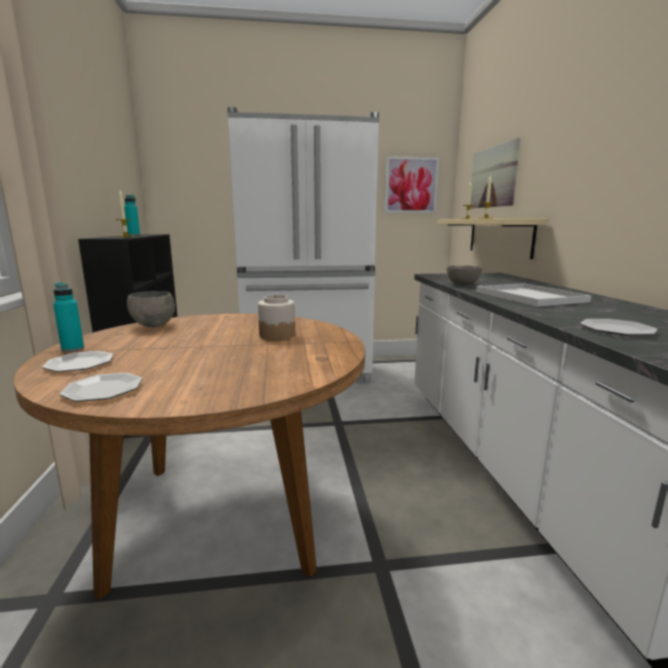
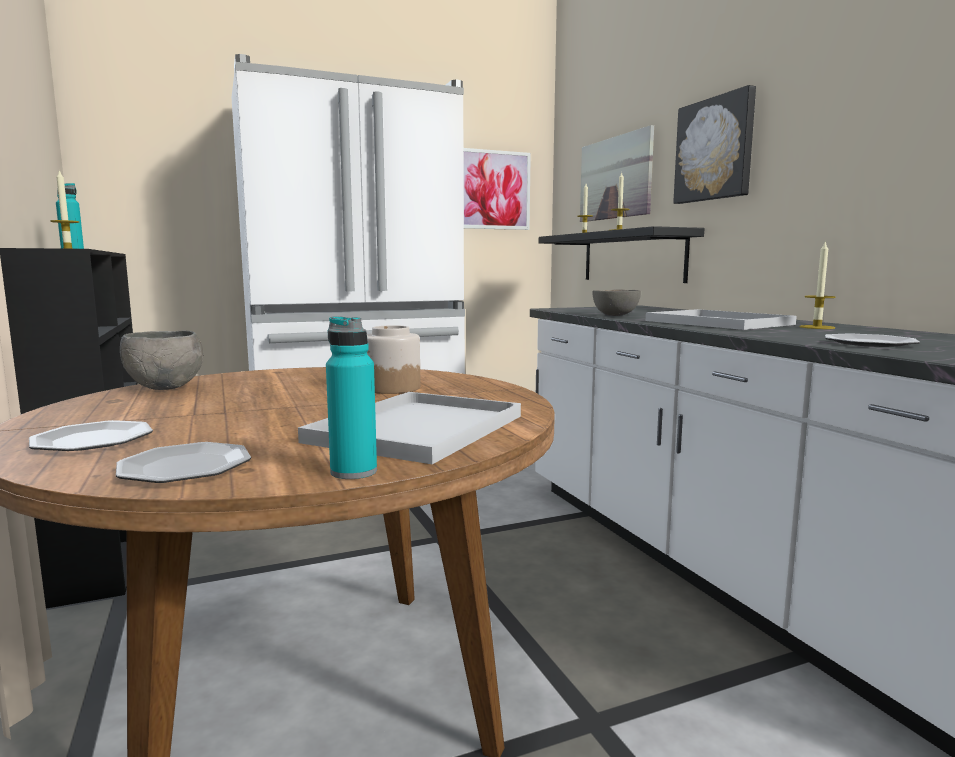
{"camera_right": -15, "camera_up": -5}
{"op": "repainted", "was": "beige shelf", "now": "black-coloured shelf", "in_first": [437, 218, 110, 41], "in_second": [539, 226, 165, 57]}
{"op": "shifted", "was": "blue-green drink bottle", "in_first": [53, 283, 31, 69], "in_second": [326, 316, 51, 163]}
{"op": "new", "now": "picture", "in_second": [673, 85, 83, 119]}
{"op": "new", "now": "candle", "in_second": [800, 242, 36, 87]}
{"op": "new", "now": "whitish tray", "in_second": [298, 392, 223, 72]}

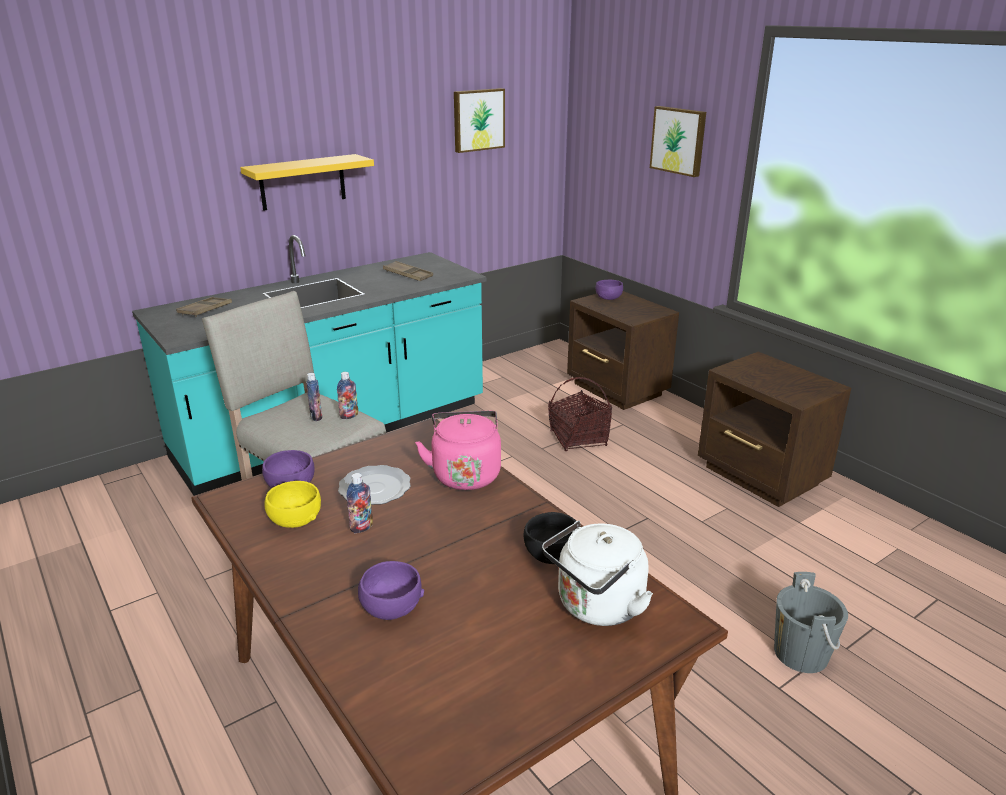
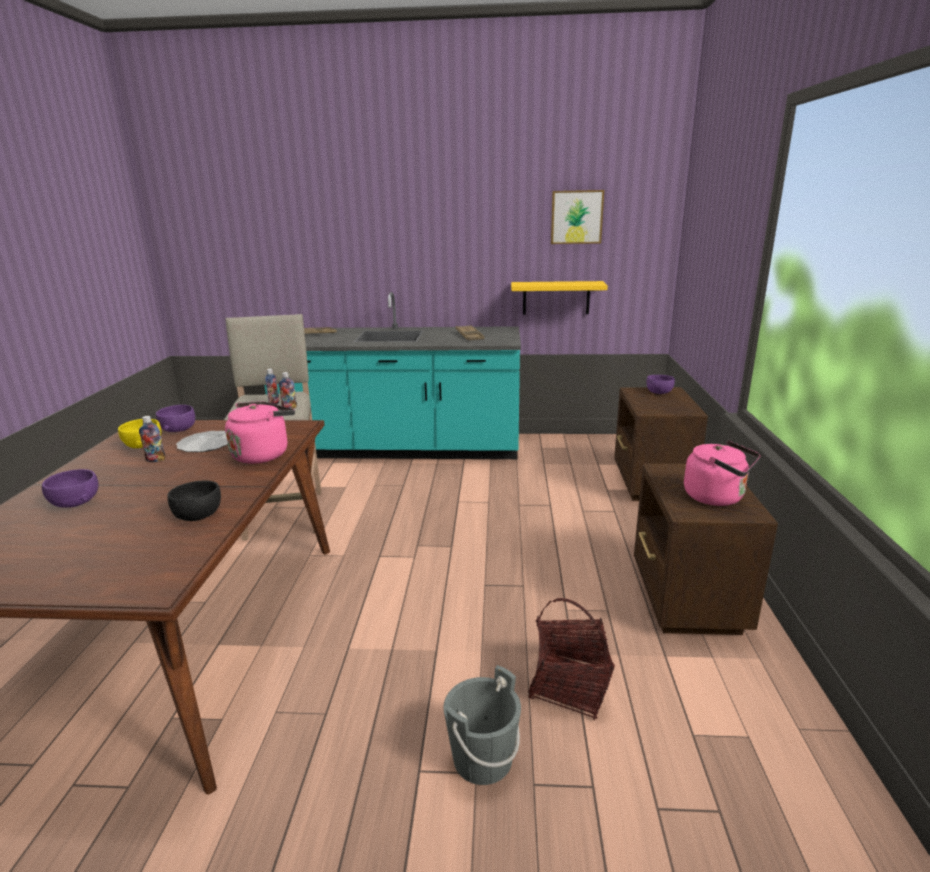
{"camera_right": 40, "camera_up": -5}
{"op": "gone", "was": "picture", "in_first": [650, 106, 56, 71]}
{"op": "shifted", "was": "yellow-coloured shelf", "in_first": [240, 154, 134, 57], "in_second": [511, 281, 97, 34]}
{"op": "shifted", "was": "household basket", "in_first": [548, 377, 64, 74], "in_second": [528, 598, 87, 122]}
{"op": "gone", "was": "whitish tea kettle", "in_first": [542, 520, 111, 106]}
{"op": "new", "now": "pinkish tea kettle", "in_second": [684, 441, 76, 65]}

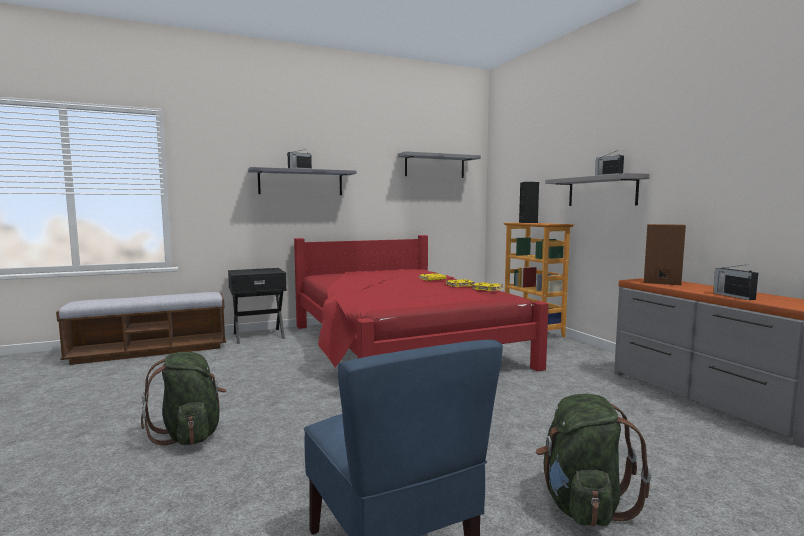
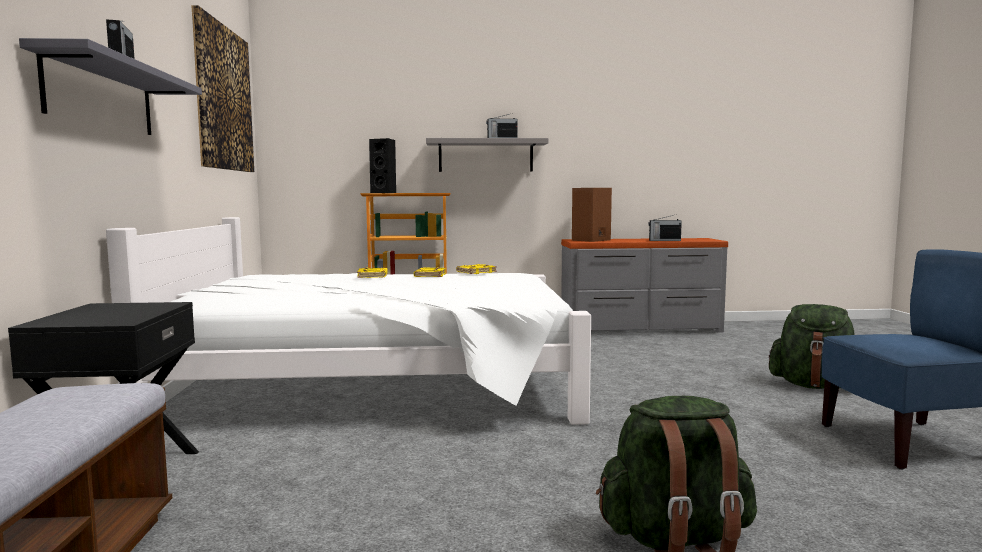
{"camera_right": -70, "camera_up": 0}
{"op": "swapped", "was": "gray shelf", "now": "picture", "in_first": [398, 151, 83, 27], "in_second": [191, 5, 63, 167]}
{"op": "repainted", "was": "reddish sleeping bed", "now": "whitish sleeping bed", "in_first": [294, 235, 255, 136], "in_second": [106, 217, 485, 208]}

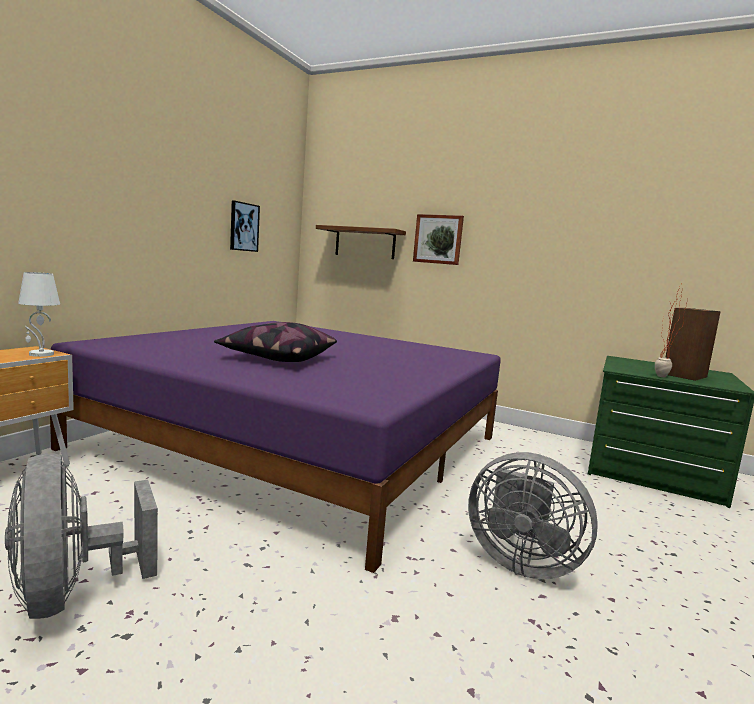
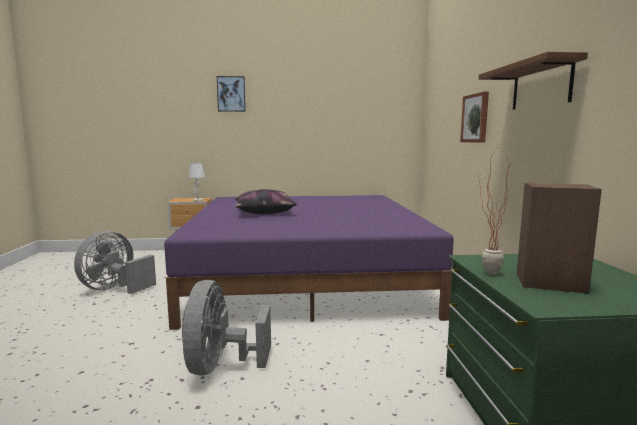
{"camera_right": 60, "camera_up": 0}
{"op": "shifted", "was": "picture", "in_first": [230, 200, 30, 52], "in_second": [217, 76, 29, 36]}
{"op": "shifted", "was": "shelf", "in_first": [316, 225, 90, 34], "in_second": [479, 52, 109, 58]}

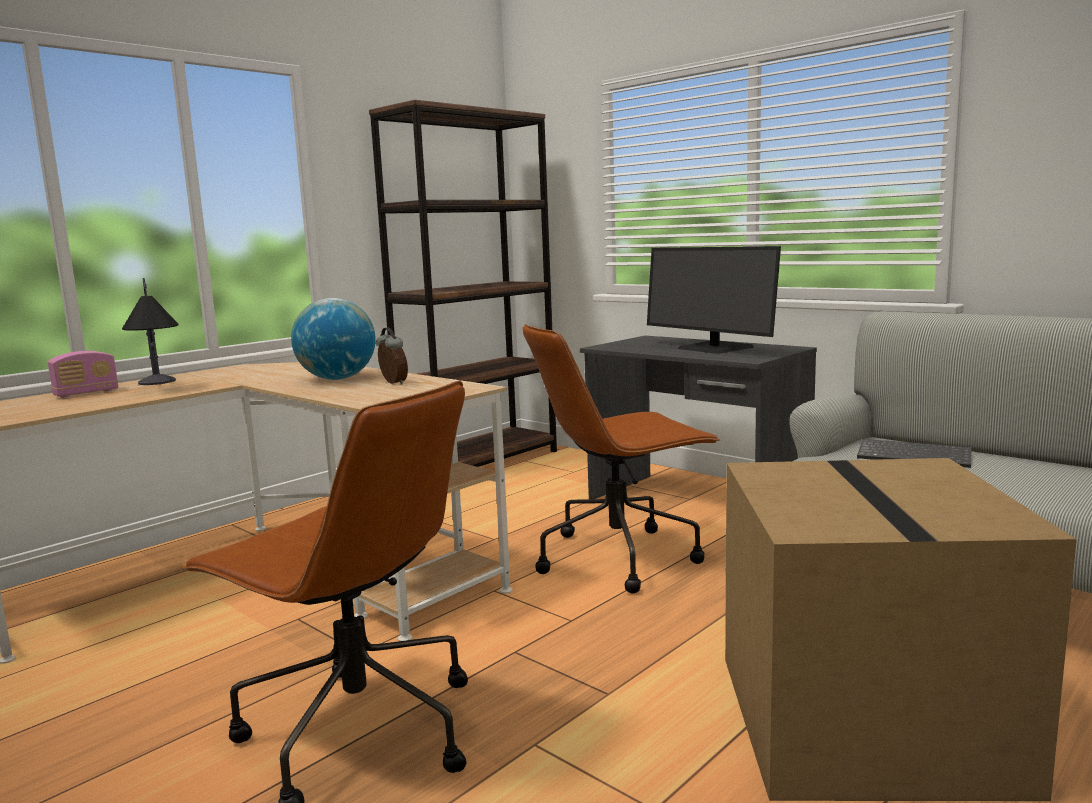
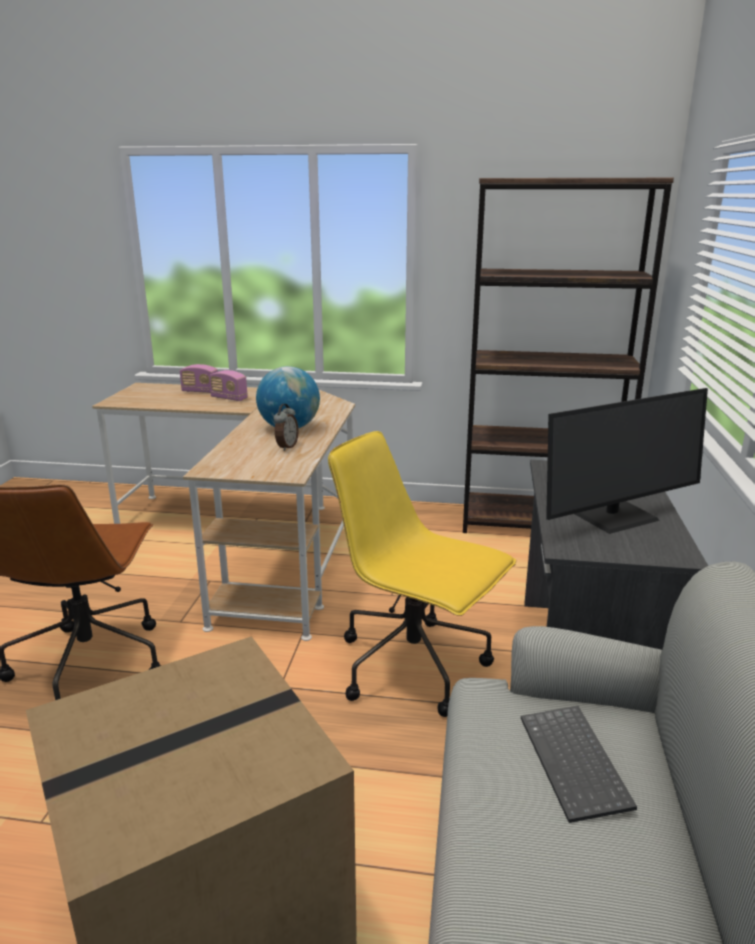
{"camera_right": 55, "camera_up": 10}
{"op": "rotated", "was": "computer display", "in_first": [647, 246, 134, 108], "in_second": [546, 388, 162, 146], "clockwise": -135}
{"op": "swapped", "was": "lamp for a table", "now": "radio", "in_first": [122, 278, 57, 107], "in_second": [209, 370, 39, 31]}
{"op": "repainted", "was": "brown-coloured desk chair", "now": "yellow-coloured desk chair", "in_first": [522, 324, 198, 269], "in_second": [328, 431, 188, 286]}

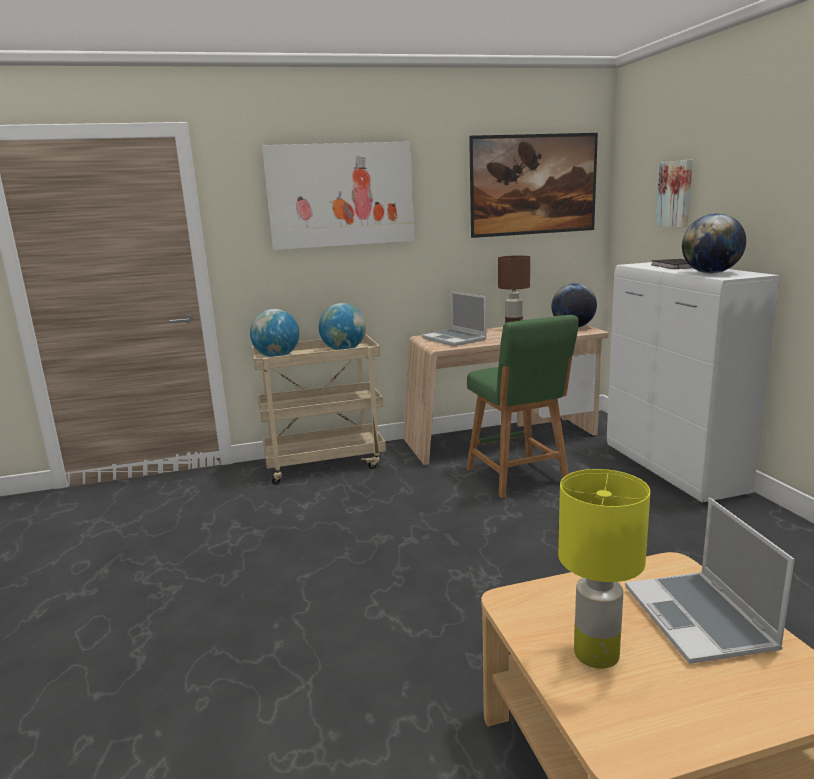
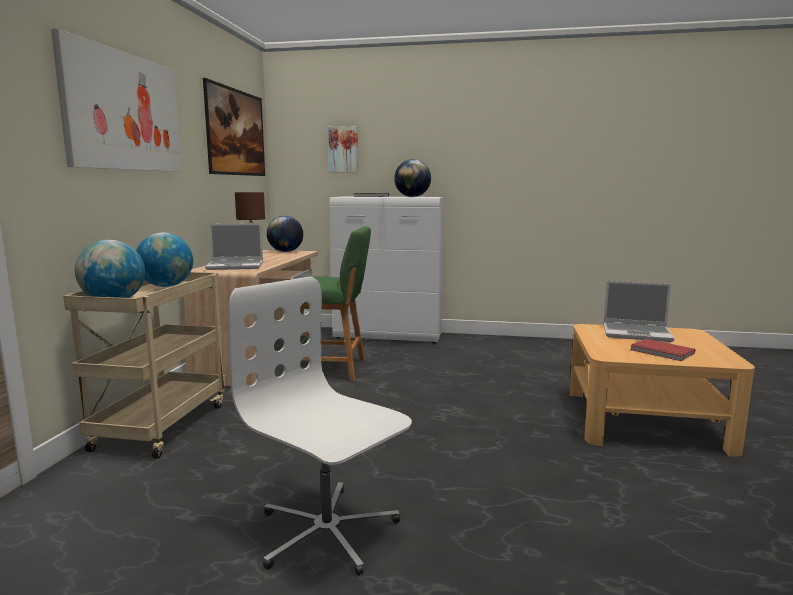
{"camera_right": -65, "camera_up": -5}
{"op": "swapped", "was": "yellow-coloured lamp for a table", "now": "reddish bound book", "in_first": [558, 469, 92, 200], "in_second": [630, 339, 65, 22]}
{"op": "new", "now": "whitish desk chair", "in_second": [228, 277, 184, 299]}

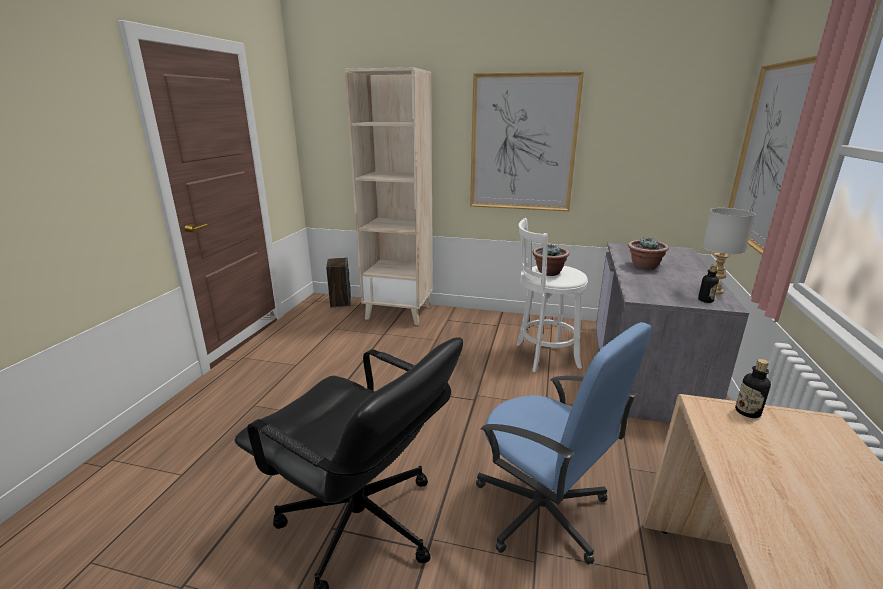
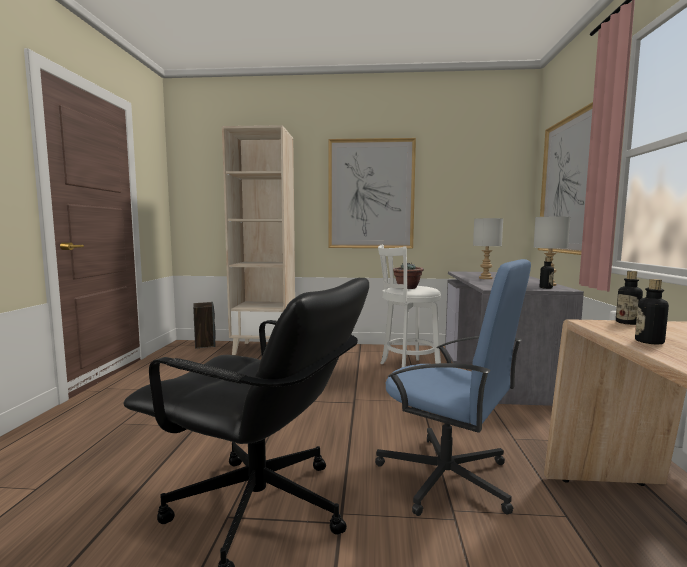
{"camera_right": -10, "camera_up": -15}
{"op": "swapped", "was": "houseplant", "now": "gray lamp for a table", "in_first": [628, 237, 41, 34], "in_second": [473, 218, 30, 61]}
{"op": "new", "now": "drink bottle", "in_second": [635, 279, 34, 65]}

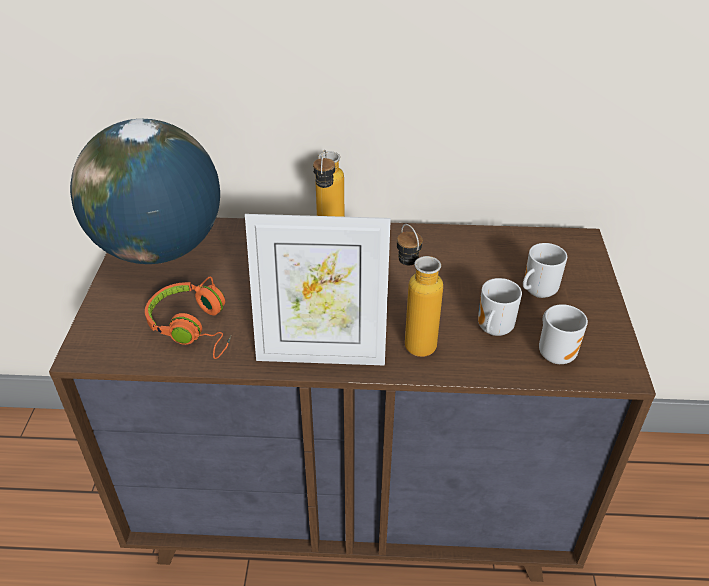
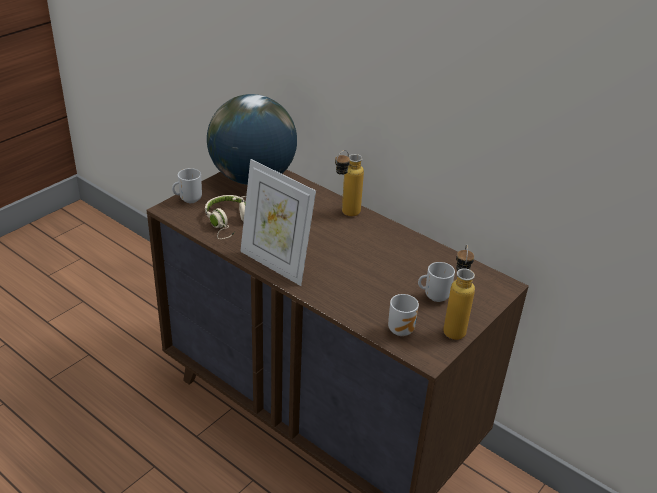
{"camera_right": 35, "camera_up": -5}
{"op": "shifted", "was": "drink bottle", "in_first": [397, 224, 46, 133], "in_second": [443, 244, 32, 96]}
{"op": "repainted", "was": "orange-coloured headset", "now": "beige headset", "in_first": [145, 276, 86, 83], "in_second": [205, 195, 41, 44]}
{"op": "shifted", "was": "coffee mug", "in_first": [478, 278, 44, 58], "in_second": [172, 168, 30, 35]}

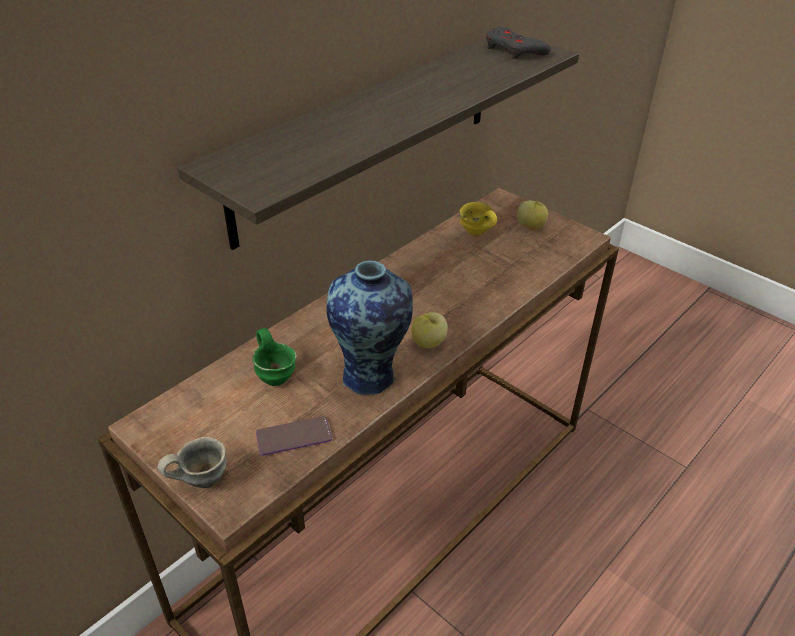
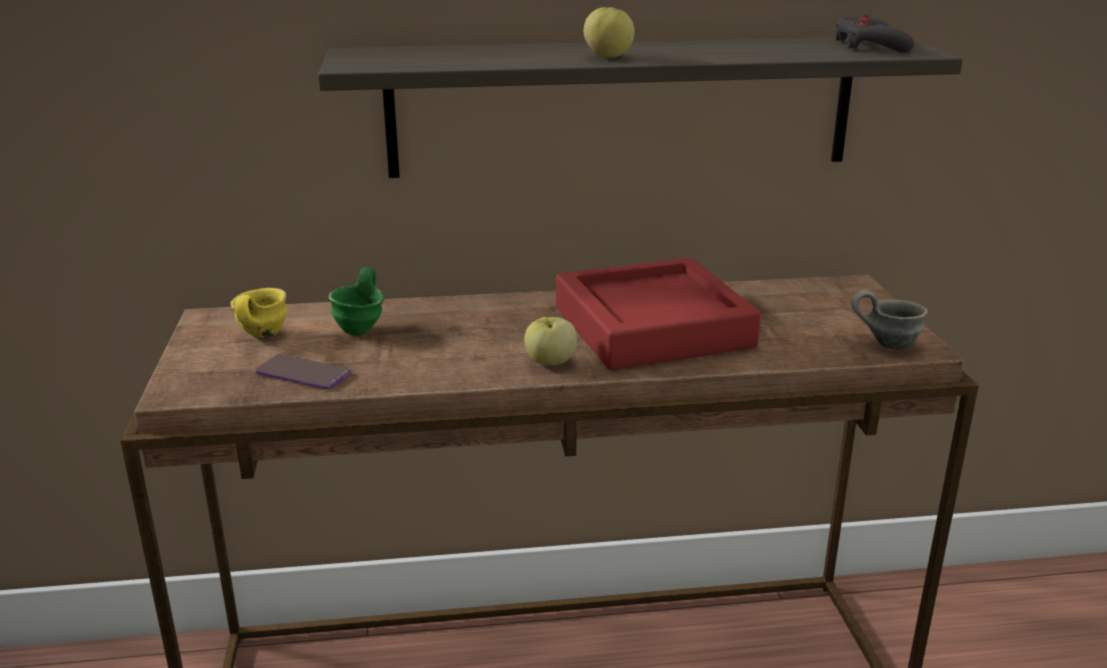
{"camera_right": 40, "camera_up": -15}
{"op": "shifted", "was": "apple", "in_first": [517, 200, 31, 30], "in_second": [584, 7, 50, 51]}
{"op": "shifted", "was": "yellow-coloured coffee mug", "in_first": [459, 202, 38, 34], "in_second": [230, 288, 57, 51]}
{"op": "gone", "was": "flower vase", "in_first": [326, 261, 87, 134]}
{"op": "shifted", "was": "gray coffee mug", "in_first": [157, 437, 70, 51], "in_second": [851, 290, 77, 59]}
{"op": "new", "now": "reddish tray", "in_second": [556, 257, 205, 113]}

